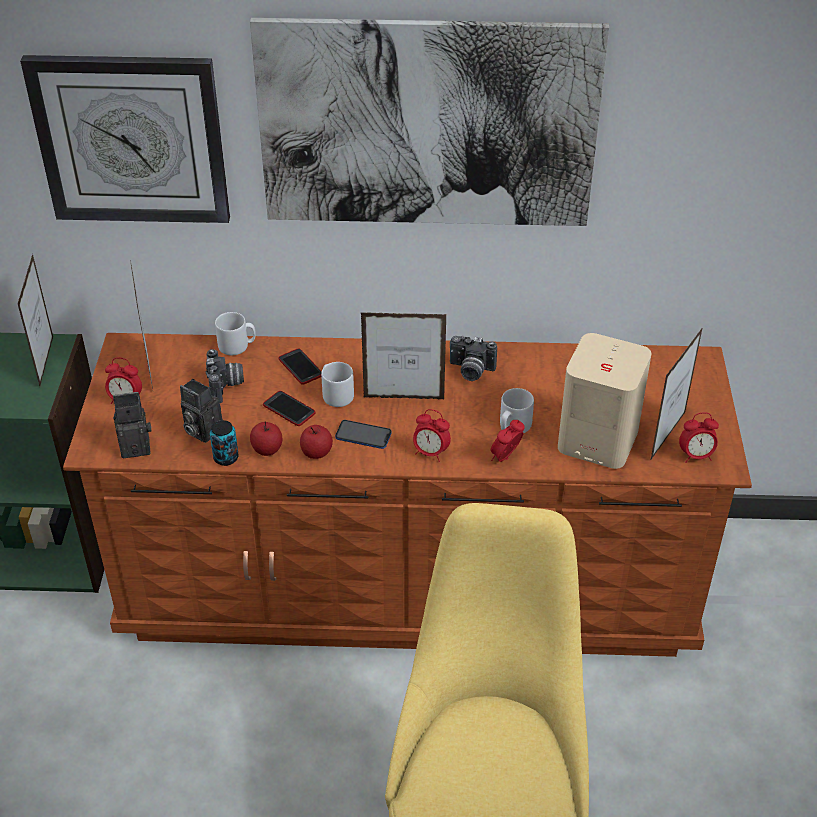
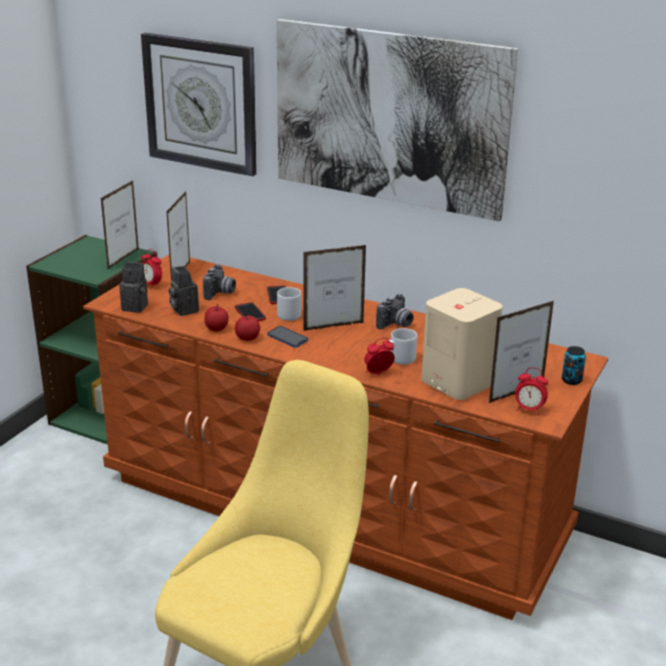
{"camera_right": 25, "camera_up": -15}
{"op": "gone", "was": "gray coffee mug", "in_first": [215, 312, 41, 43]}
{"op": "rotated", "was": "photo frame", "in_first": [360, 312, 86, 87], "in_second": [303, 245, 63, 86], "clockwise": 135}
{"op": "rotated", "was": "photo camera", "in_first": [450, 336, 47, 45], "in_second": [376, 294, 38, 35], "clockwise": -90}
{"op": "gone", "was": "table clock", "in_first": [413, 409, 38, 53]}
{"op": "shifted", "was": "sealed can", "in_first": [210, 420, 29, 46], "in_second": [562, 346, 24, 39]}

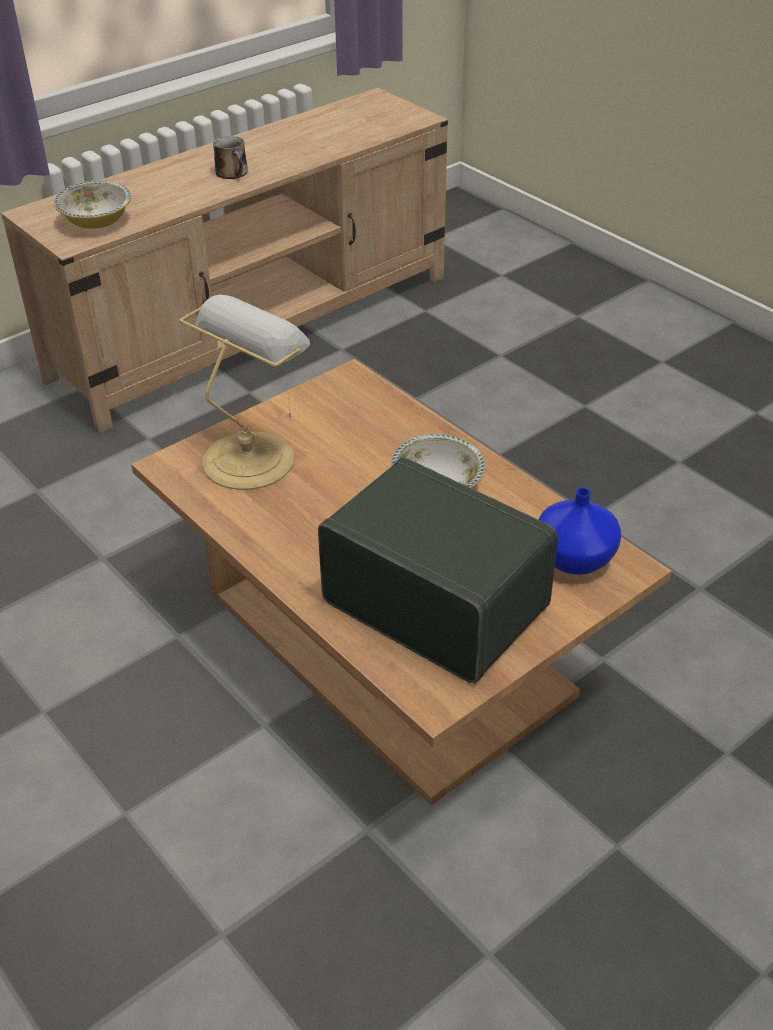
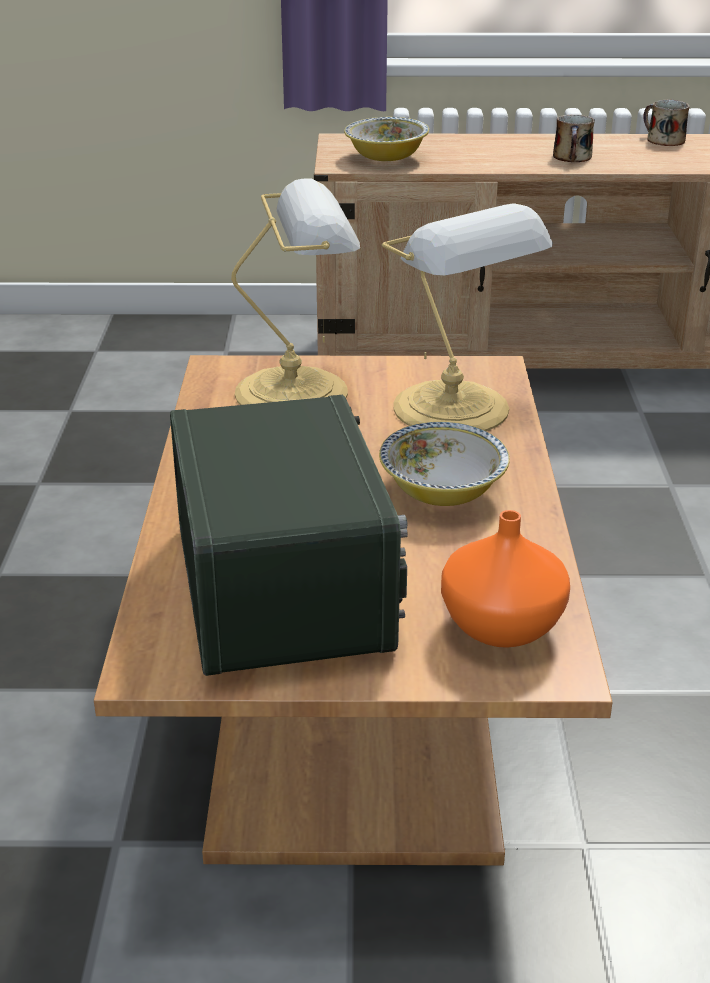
{"camera_right": 40, "camera_up": -10}
{"op": "repainted", "was": "blue flower vase", "now": "orange-coloured flower vase", "in_first": [538, 488, 83, 87], "in_second": [441, 510, 129, 138]}
{"op": "new", "now": "coffee mug", "in_second": [643, 100, 47, 46]}
{"op": "new", "now": "lamp for a table", "in_second": [382, 203, 171, 228]}

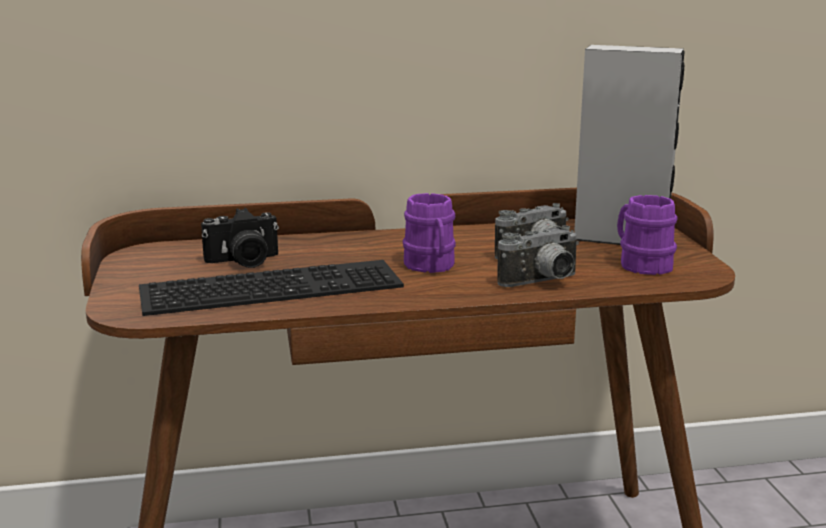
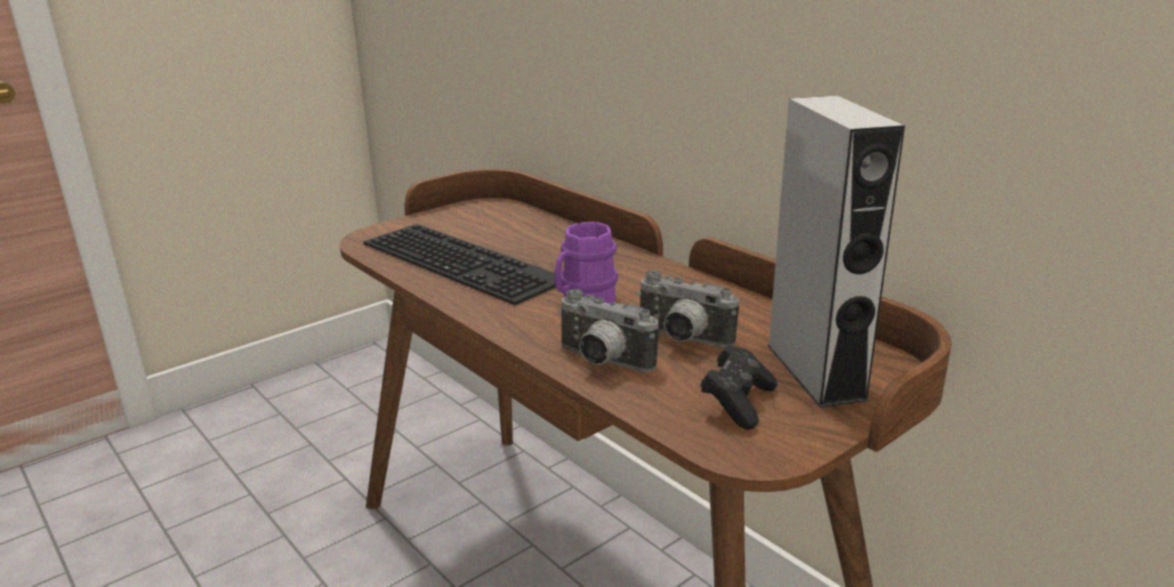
{"camera_right": 60, "camera_up": 5}
{"op": "swapped", "was": "purple coffee mug", "now": "black-coloured gamepad", "in_first": [617, 195, 60, 80], "in_second": [700, 345, 77, 85]}
{"op": "gone", "was": "photo camera", "in_first": [201, 208, 78, 60]}

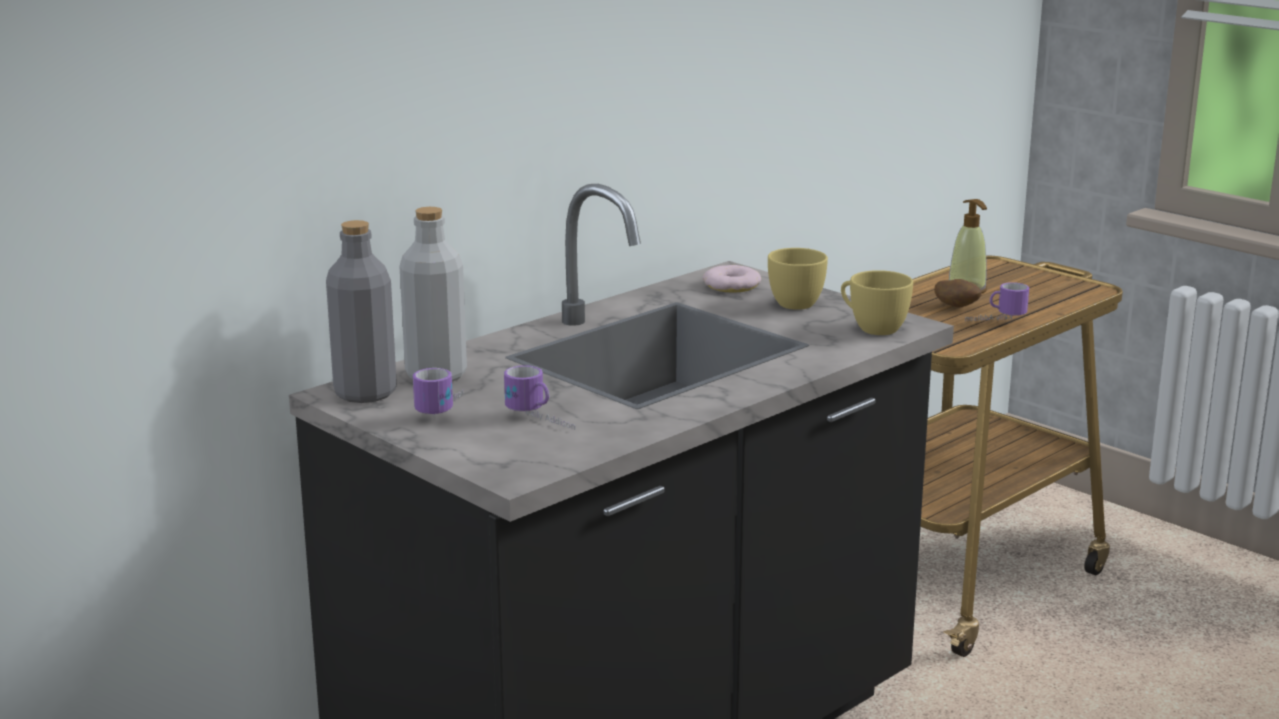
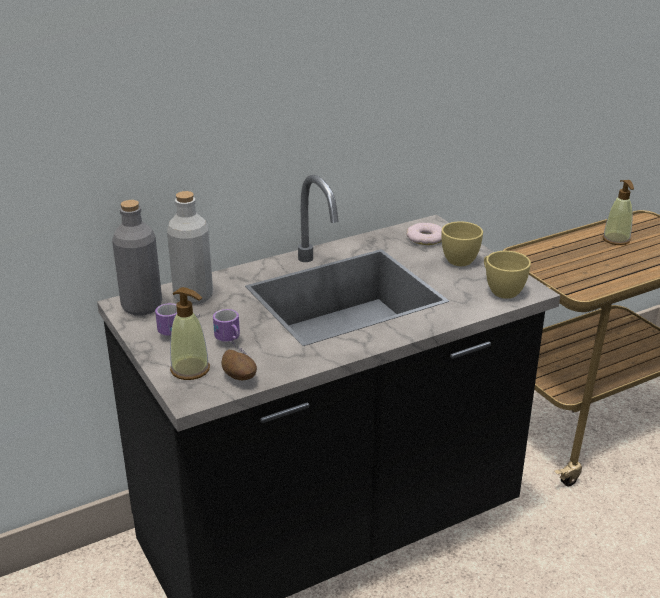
{"camera_right": 15, "camera_up": 10}
{"op": "shifted", "was": "potato", "in_first": [934, 279, 47, 28], "in_second": [222, 350, 35, 30]}
{"op": "gone", "was": "coffee mug", "in_first": [965, 282, 64, 39]}
{"op": "new", "now": "soap bottle", "in_second": [170, 287, 40, 93]}

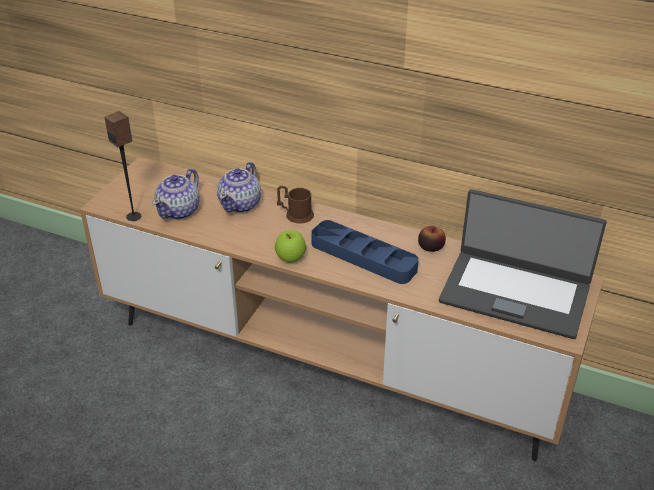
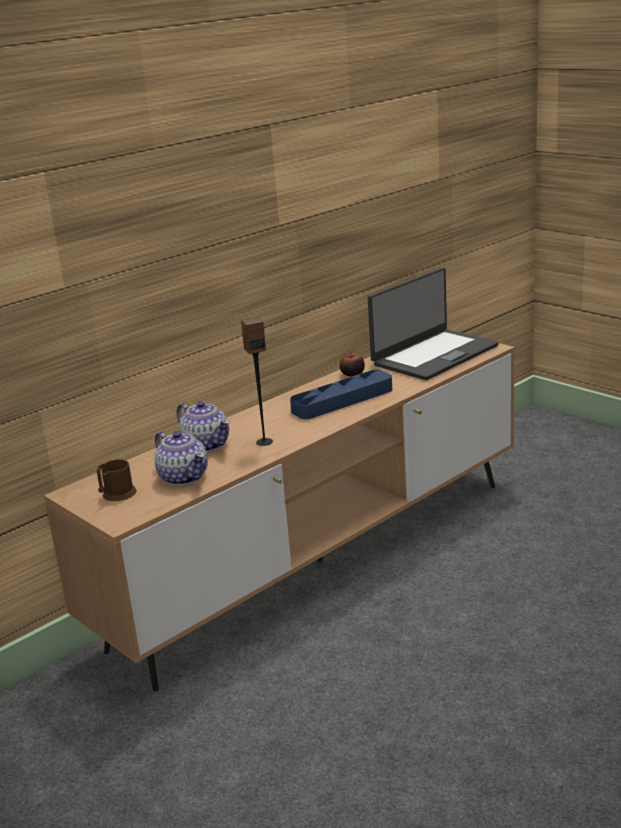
{"camera_right": -65, "camera_up": -15}
{"op": "shifted", "was": "audio speaker", "in_first": [104, 111, 37, 110], "in_second": [241, 317, 32, 129]}
{"op": "shifted", "was": "brown-coloured coffee mug", "in_first": [277, 186, 37, 38], "in_second": [96, 459, 41, 42]}
{"op": "gone", "was": "apple", "in_first": [275, 231, 31, 32]}

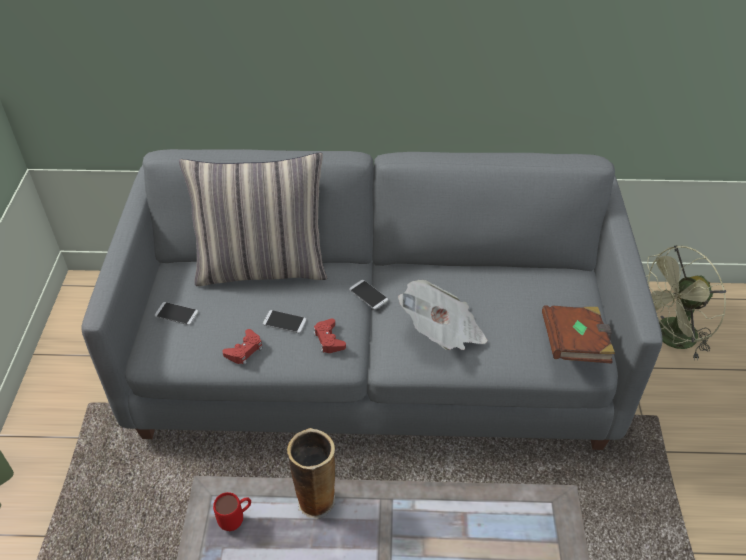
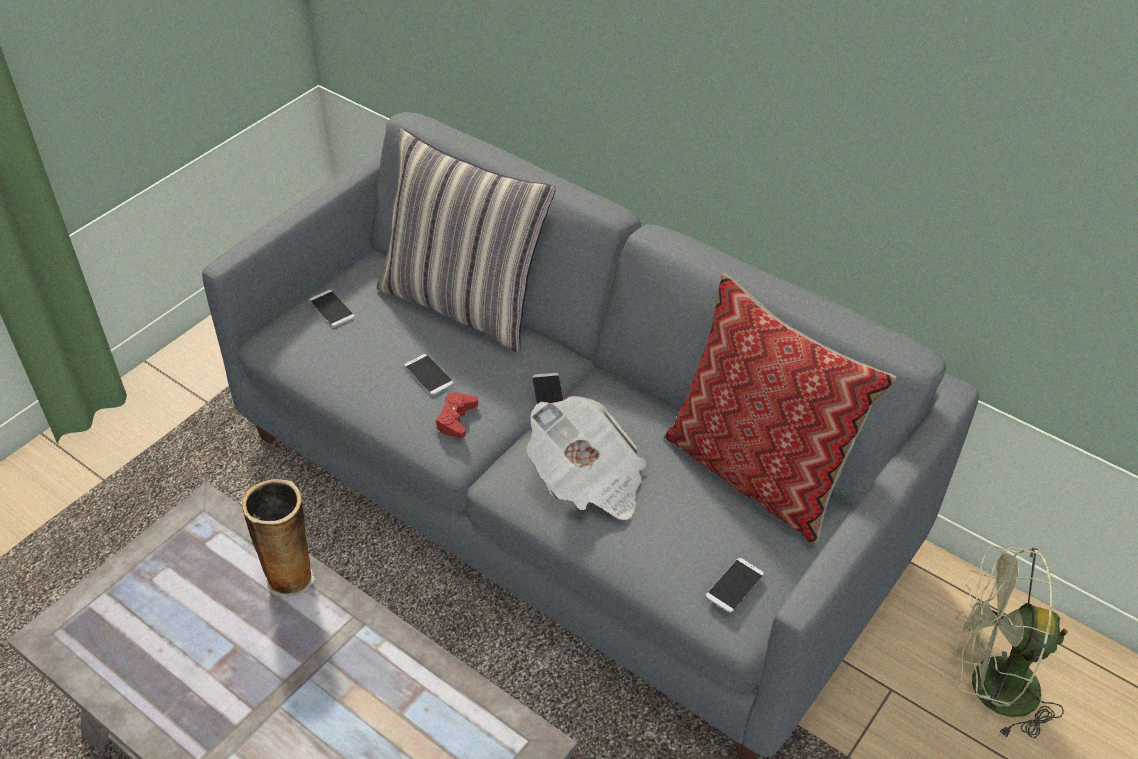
{"camera_right": 35, "camera_up": 0}
{"op": "swapped", "was": "brown-coloured bound book", "now": "telephone", "in_first": [542, 305, 73, 59], "in_second": [706, 558, 58, 55]}
{"op": "gone", "was": "reddish gamepad", "in_first": [222, 329, 41, 36]}
{"op": "gone", "was": "reddish coffee mug", "in_first": [213, 492, 38, 39]}
{"op": "new", "now": "cushion", "in_second": [664, 273, 233, 272]}

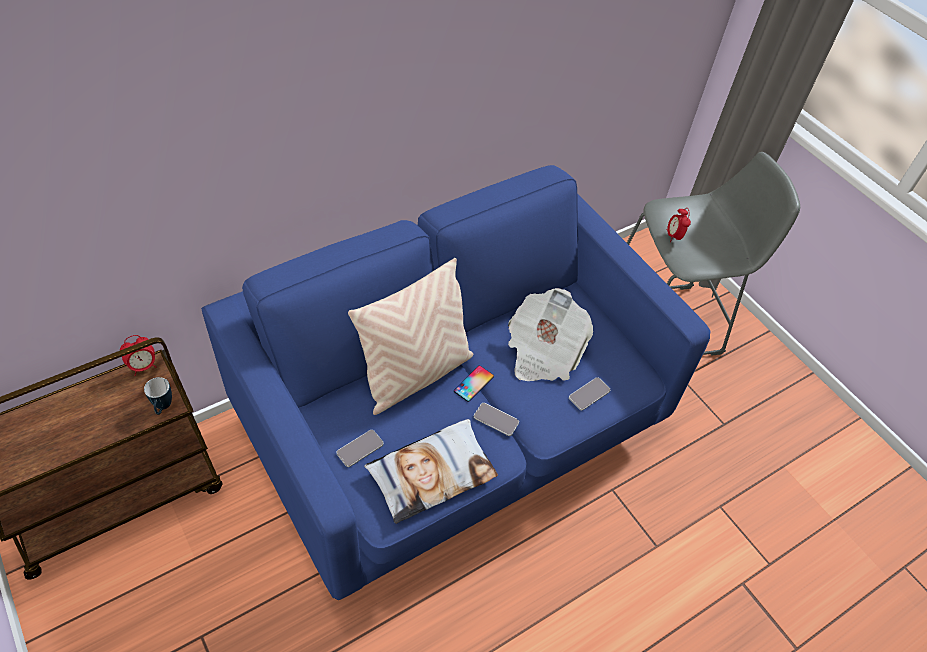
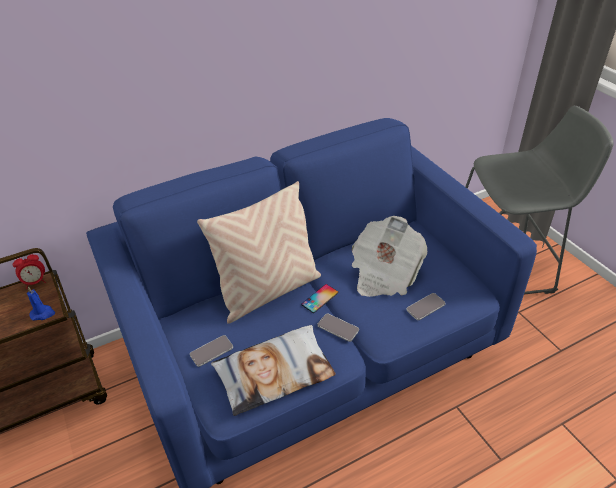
{"camera_right": 10, "camera_up": -10}
{"op": "gone", "was": "table clock", "in_first": [667, 208, 24, 35]}
{"op": "swapped", "was": "coffee mug", "now": "blue candle", "in_first": [144, 377, 28, 38], "in_second": [27, 287, 28, 34]}

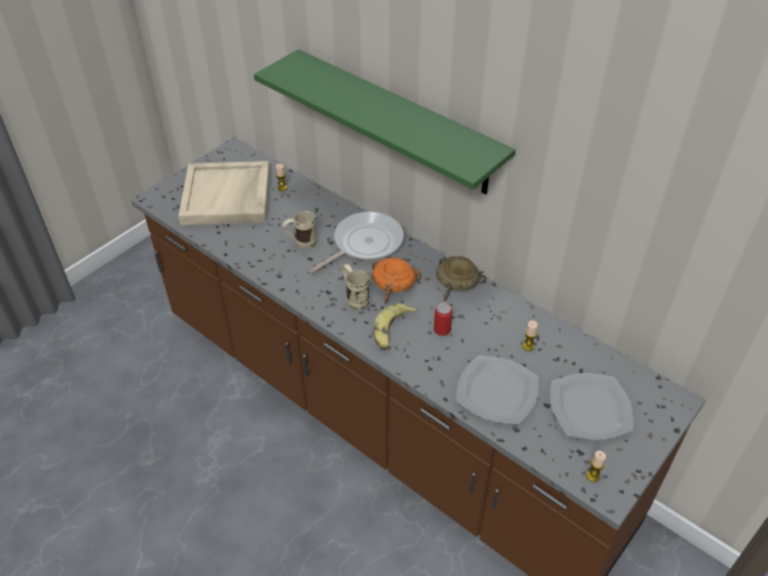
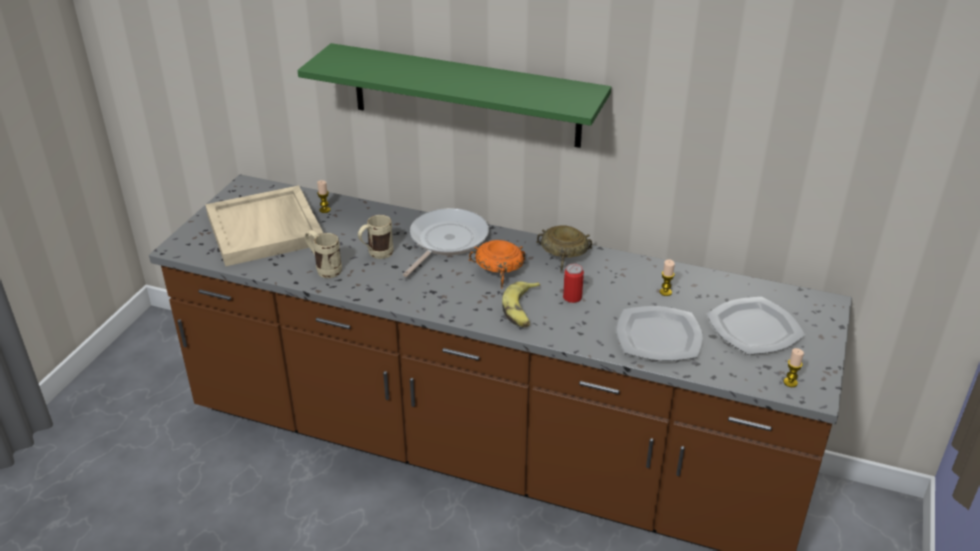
{"camera_right": -20, "camera_up": -10}
{"op": "shifted", "was": "beige coffee mug", "in_first": [342, 264, 27, 46], "in_second": [305, 230, 37, 48]}

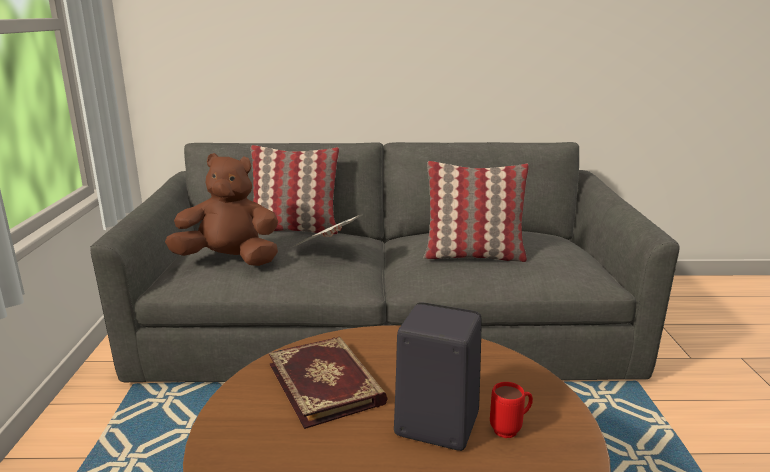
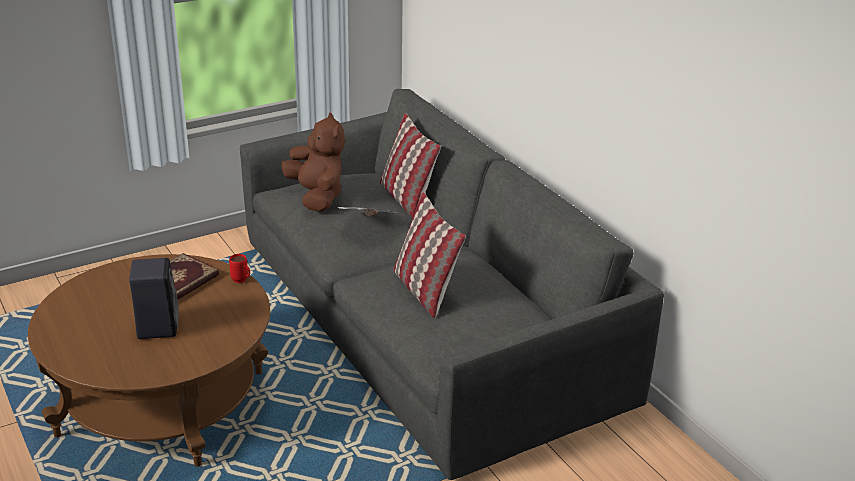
{"camera_right": 60, "camera_up": 10}
{"op": "shifted", "was": "reddish coffee mug", "in_first": [490, 382, 43, 56], "in_second": [229, 254, 21, 29]}

